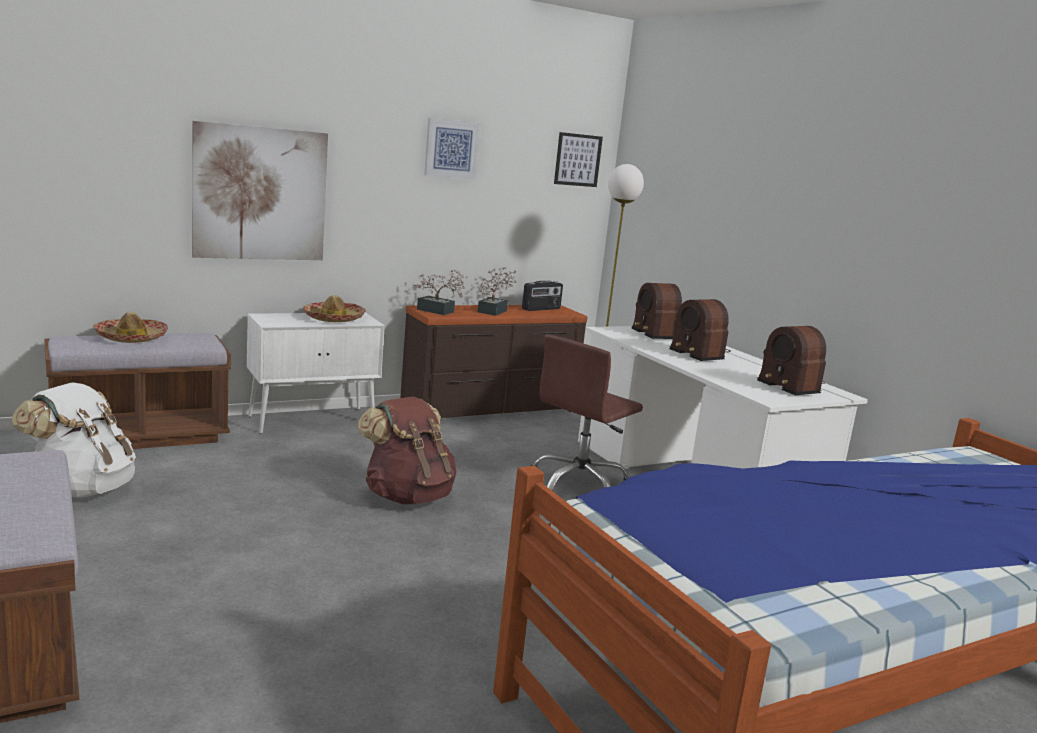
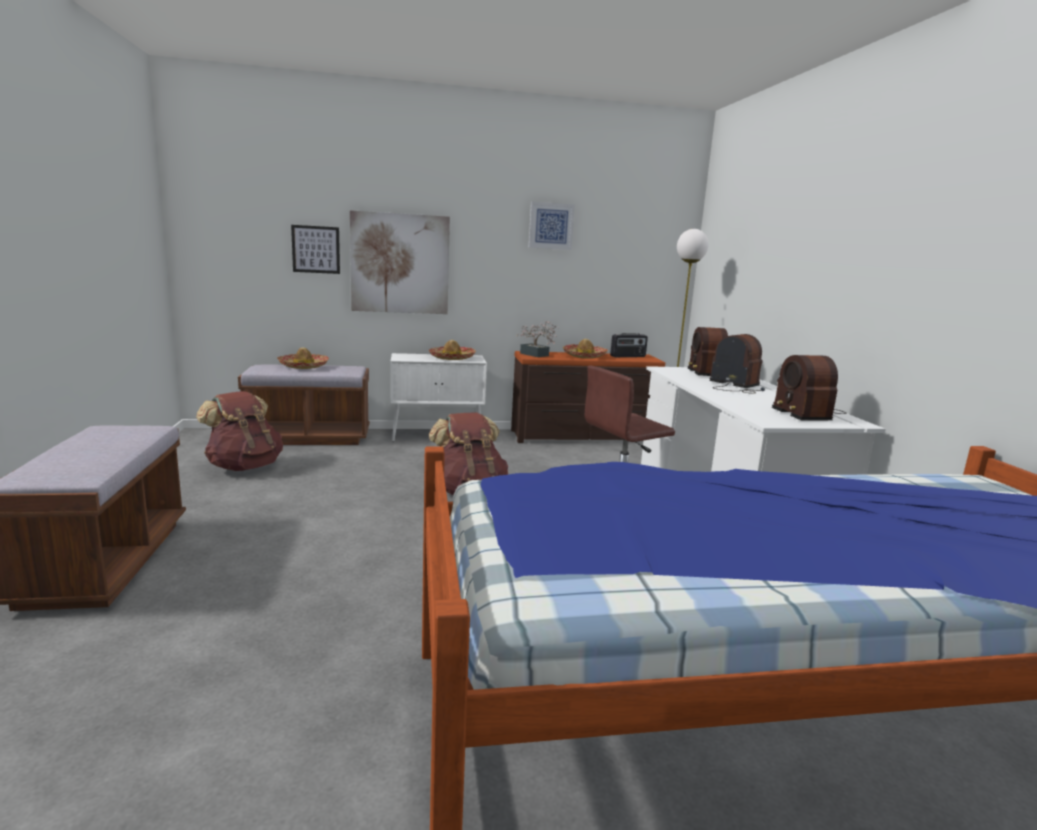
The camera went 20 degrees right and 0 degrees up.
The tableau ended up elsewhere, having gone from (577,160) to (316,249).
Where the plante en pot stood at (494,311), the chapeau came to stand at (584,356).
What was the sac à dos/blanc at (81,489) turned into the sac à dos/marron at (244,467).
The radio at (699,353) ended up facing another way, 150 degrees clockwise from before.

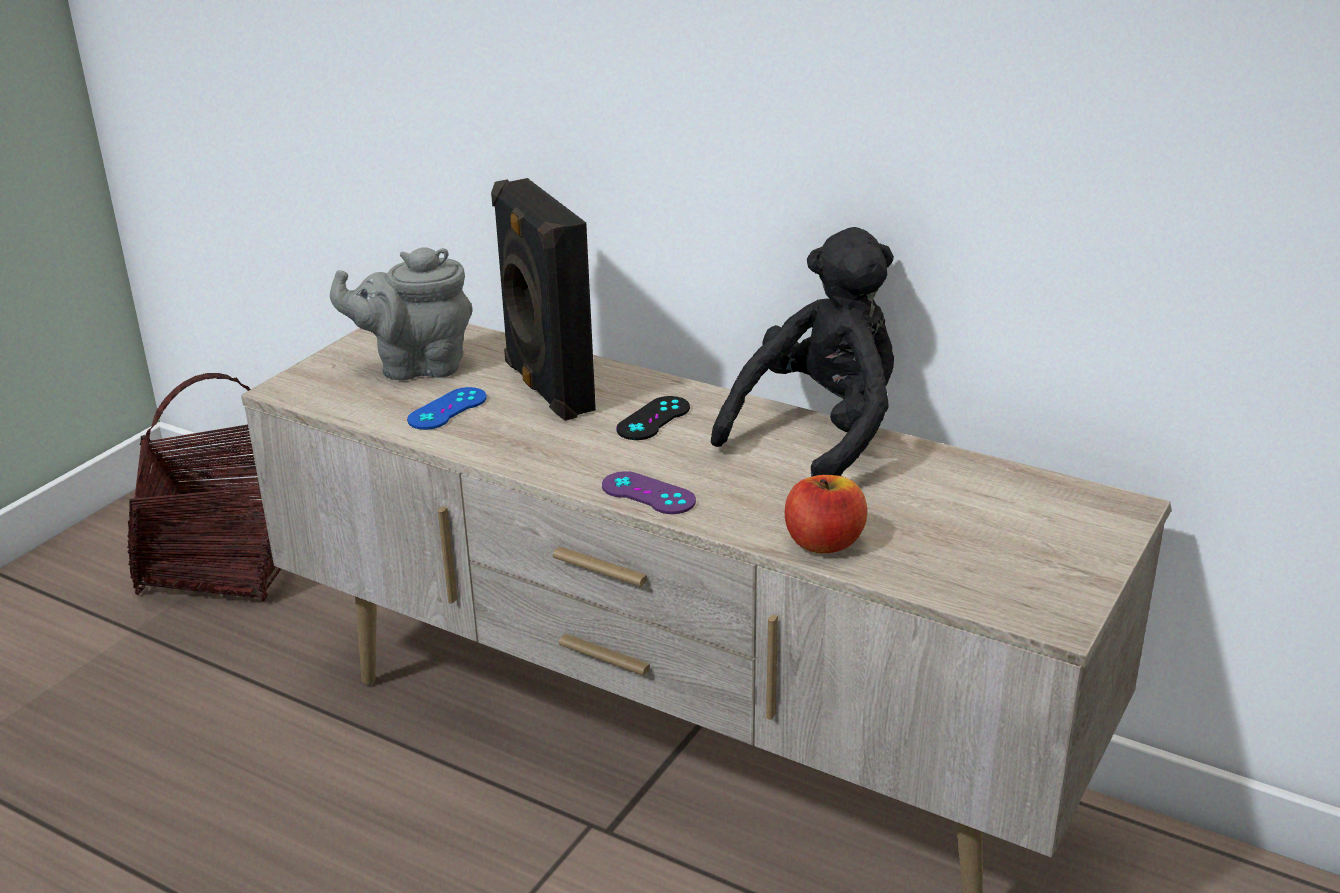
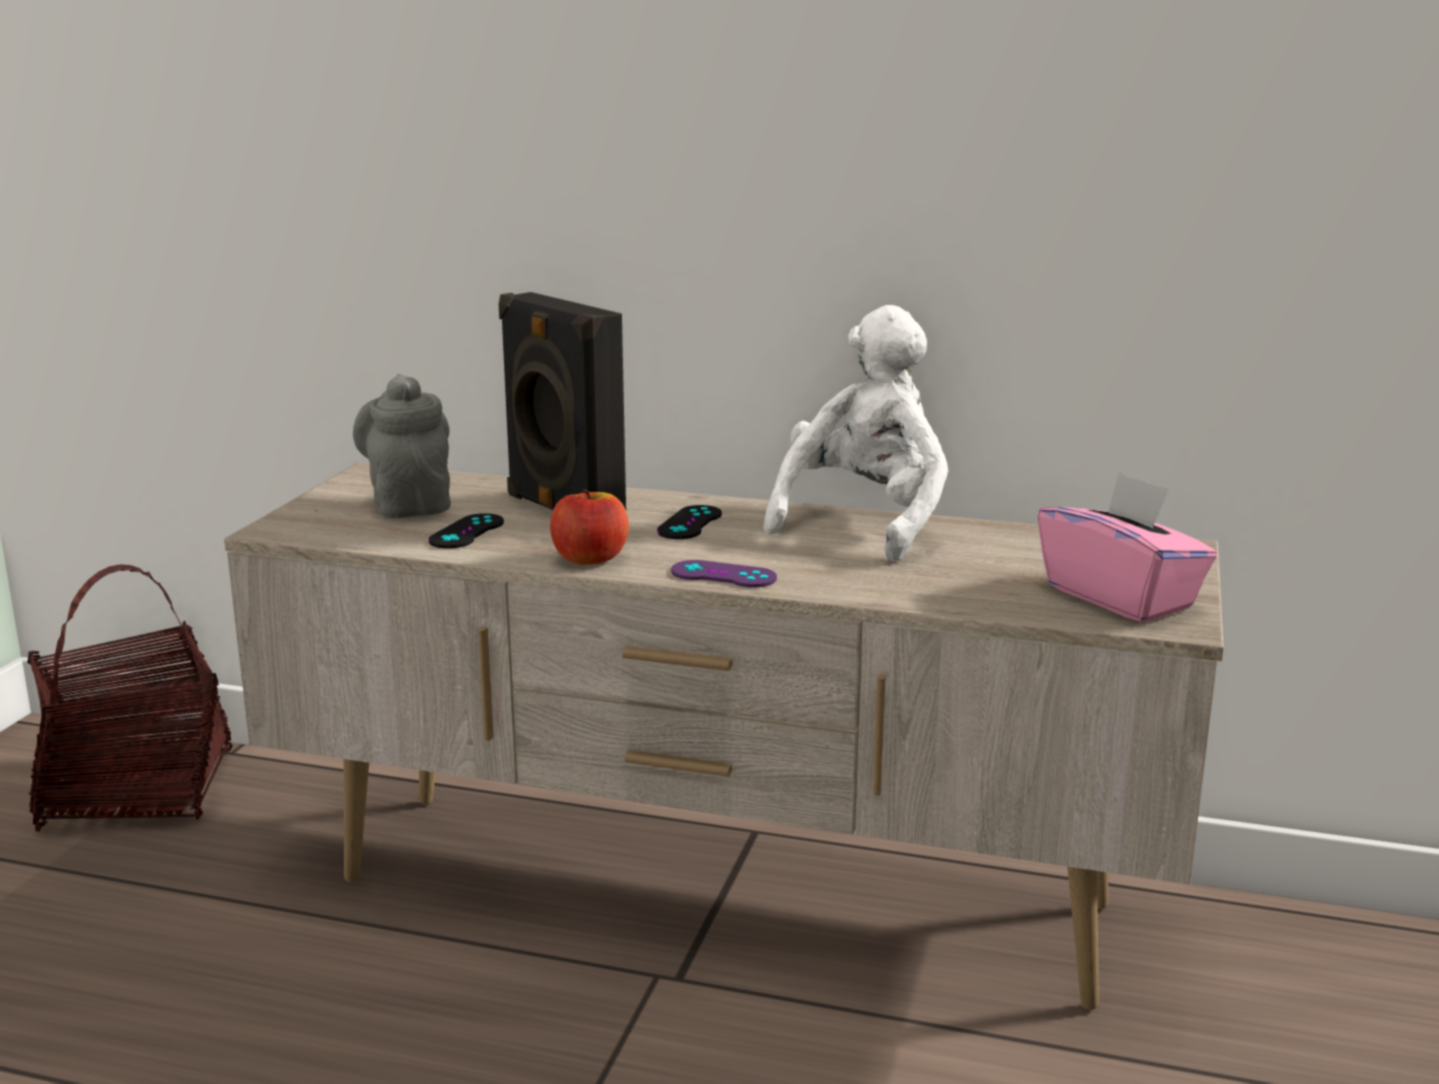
The camera went 15 degrees left and 10 degrees down.
The second view gained the boîte à mouchoirs/rose at (1120,597).
The pomme ended up elsewhere, having gone from (824,542) to (590,559).
What was the manette/bleu at (447,409) turned into the manette/noir at (467,532).
What was the peluche/noir at (820,435) turned into the peluche/blanc at (864,522).
The théière/gris at (416,366) ended up facing another way, 90 degrees clockwise from before.

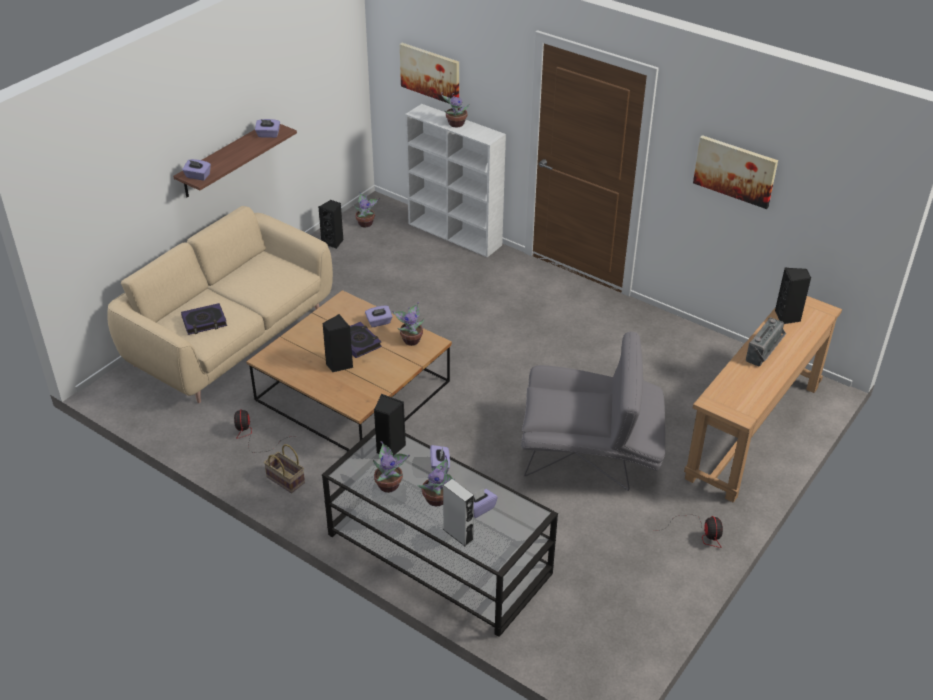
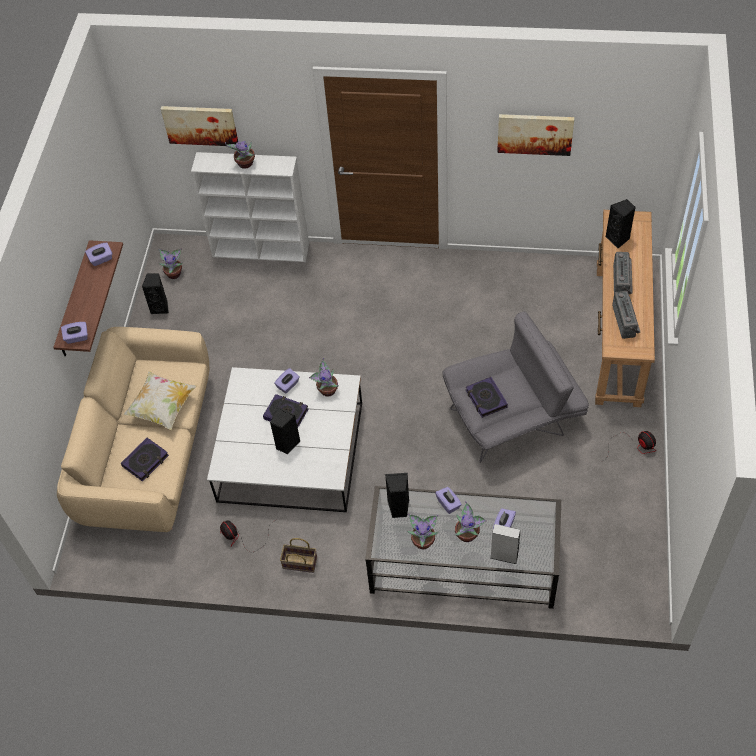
The camera went 25 degrees left and 15 degrees up.
The second view gained the coussin at (162,407).
The second view gained the livre at (486,399).
The second view gained the radio at (626,321).
What was the table basse/marron at (353,390) turned into the table basse/blanc at (291,451).

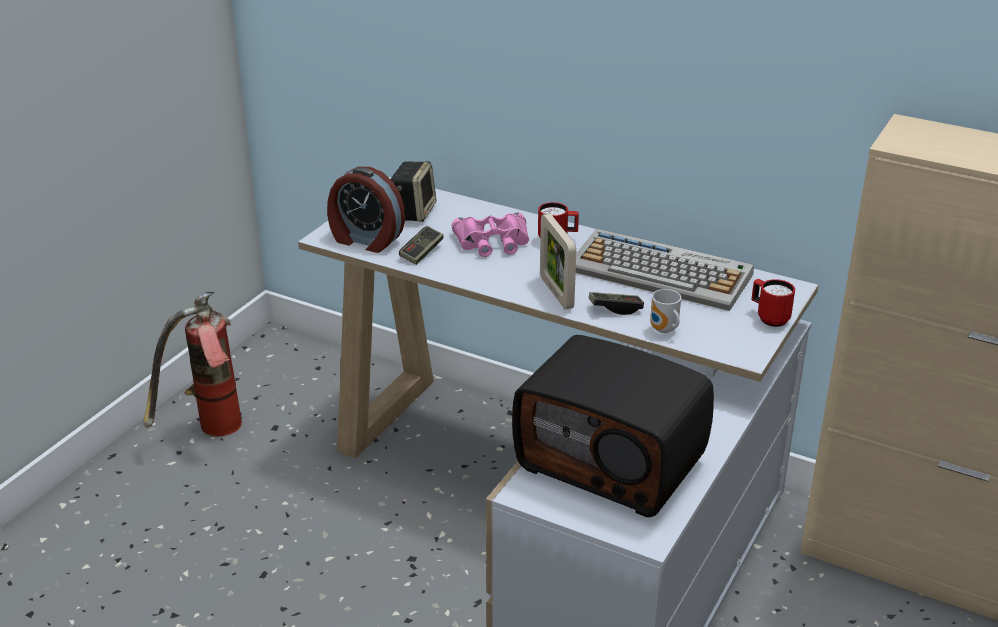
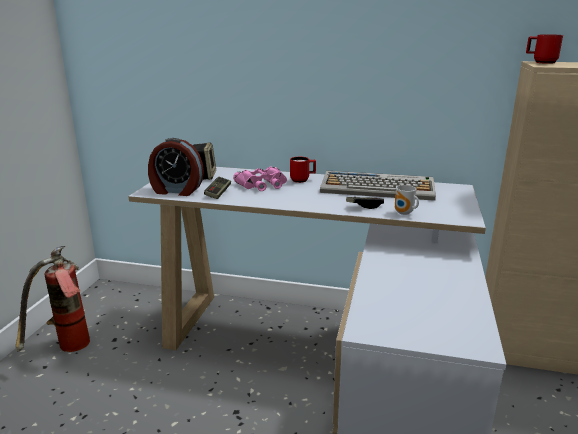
The camera went 15 degrees left and 10 degrees down.
The second view lost the radio at (613,461).
The second view lost the cadre photo at (556,293).
The mug/rouge ended up elsewhere, having gone from (769,317) to (540,62).

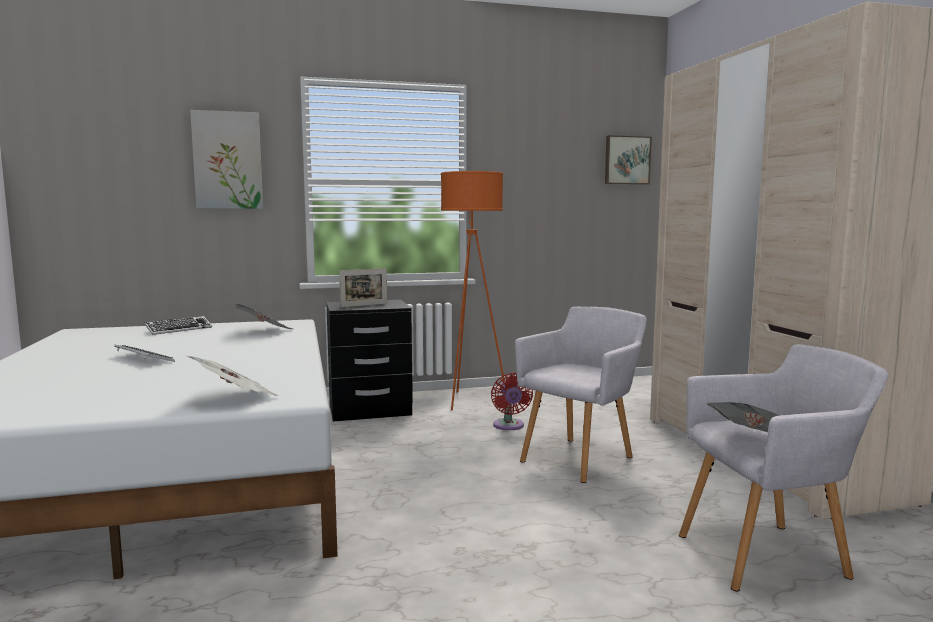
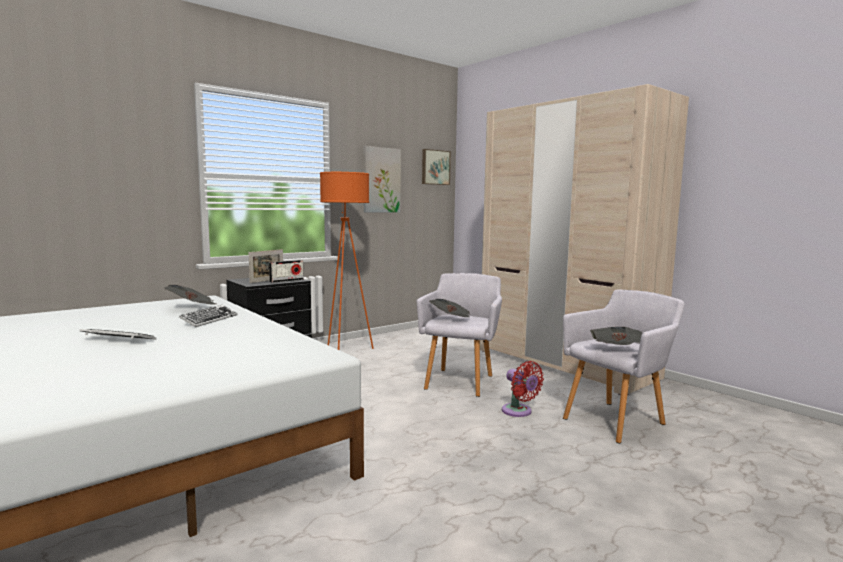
The camera went 25 degrees left and 0 degrees up.
The second view gained the radio at (286,280).
The clavier ended up elsewhere, having gone from (179,329) to (209,319).
The journal ended up elsewhere, having gone from (235,398) to (451,320).
The tableau ended up elsewhere, having gone from (228,160) to (381,180).
The ventilateur/rouge ended up elsewhere, having gone from (509,426) to (519,412).

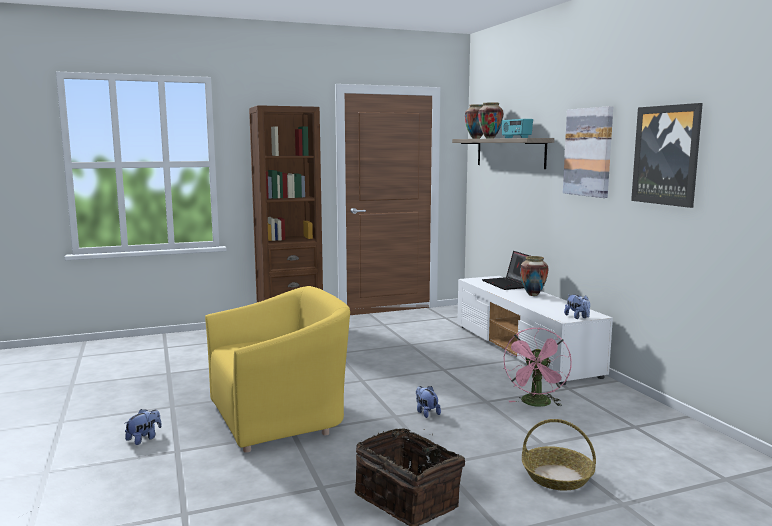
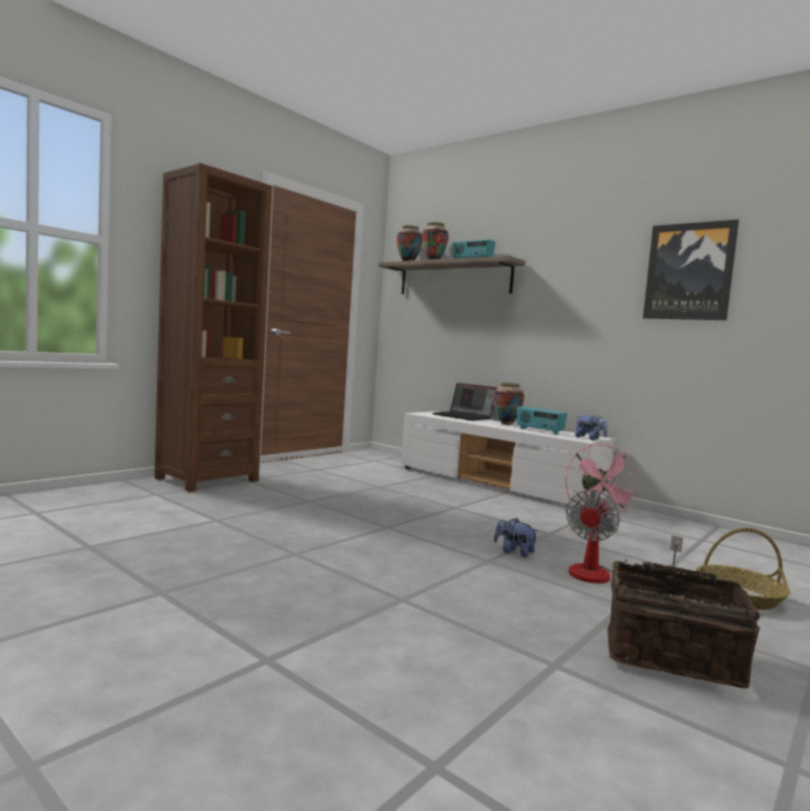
The camera went 30 degrees left and 5 degrees down.
The second view lost the peluche at (144,438).
The second view lost the fauteuil/jaune at (279,416).
The second view lost the tableau at (588,152).
The second view gained the radio at (539,431).
The second view gained the ventilateur at (604,575).

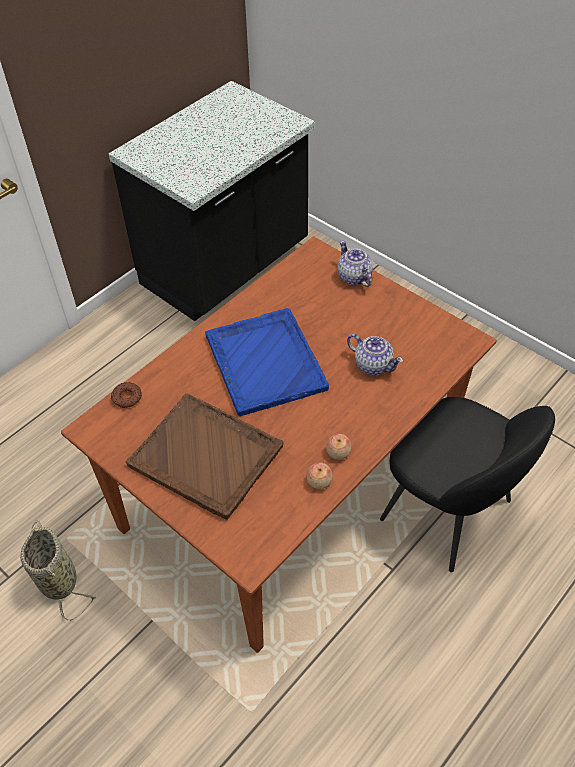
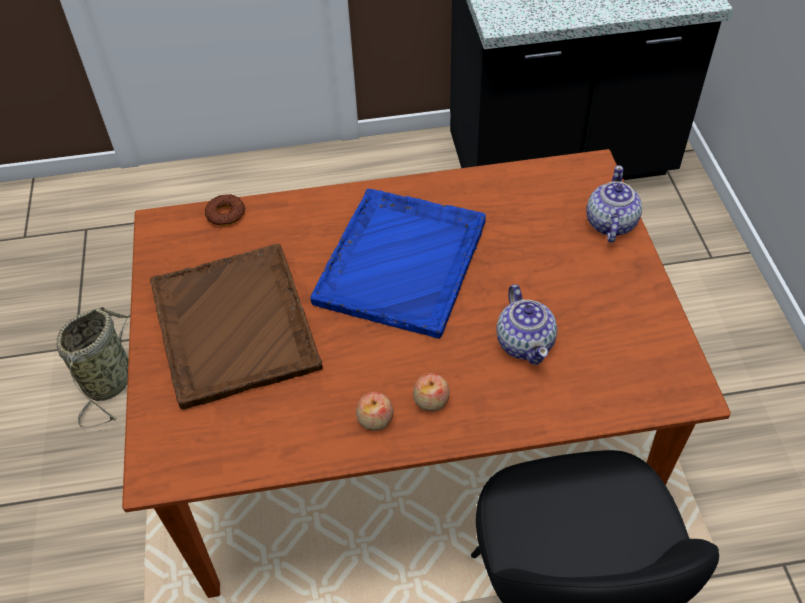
The camera went 40 degrees right and 0 degrees up.
The pomme ended up elsewhere, having gone from (319,481) to (431,401).

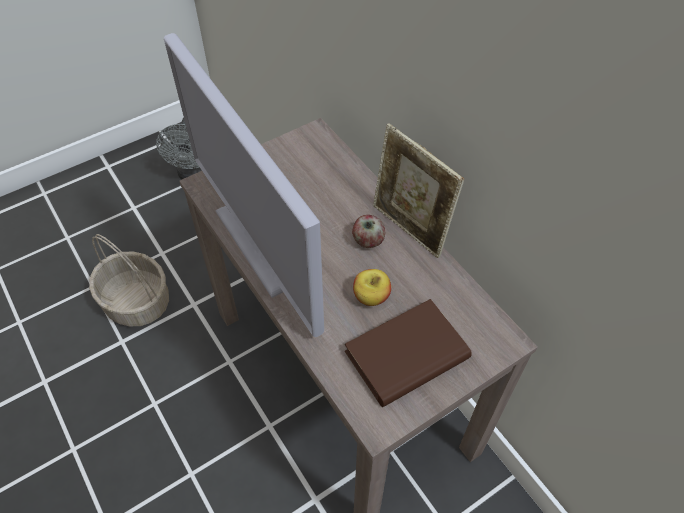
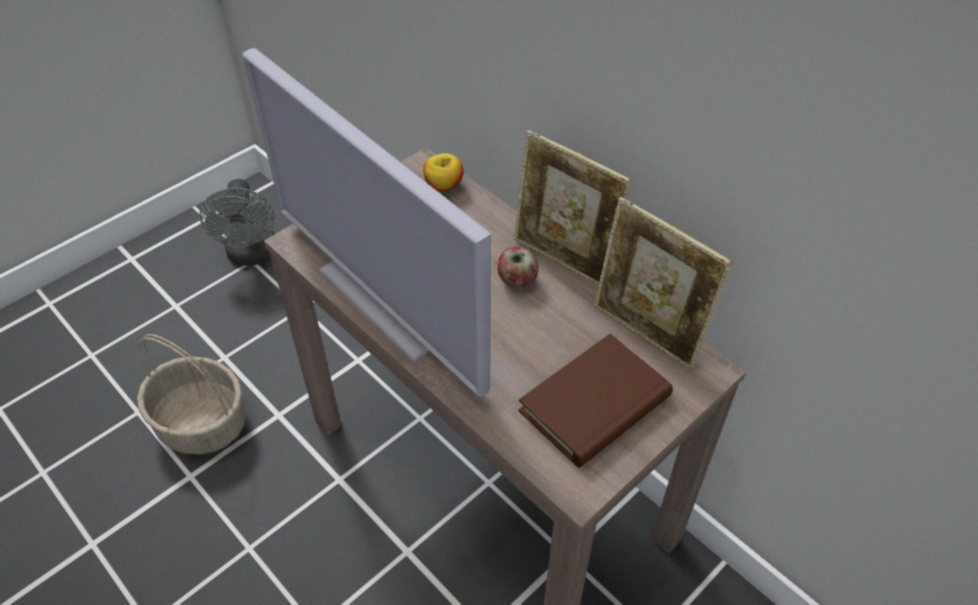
The camera went 10 degrees left and 5 degrees down.
The second view gained the cadre photo at (646,334).
The pomme ended up elsewhere, having gone from (371,297) to (443,185).

